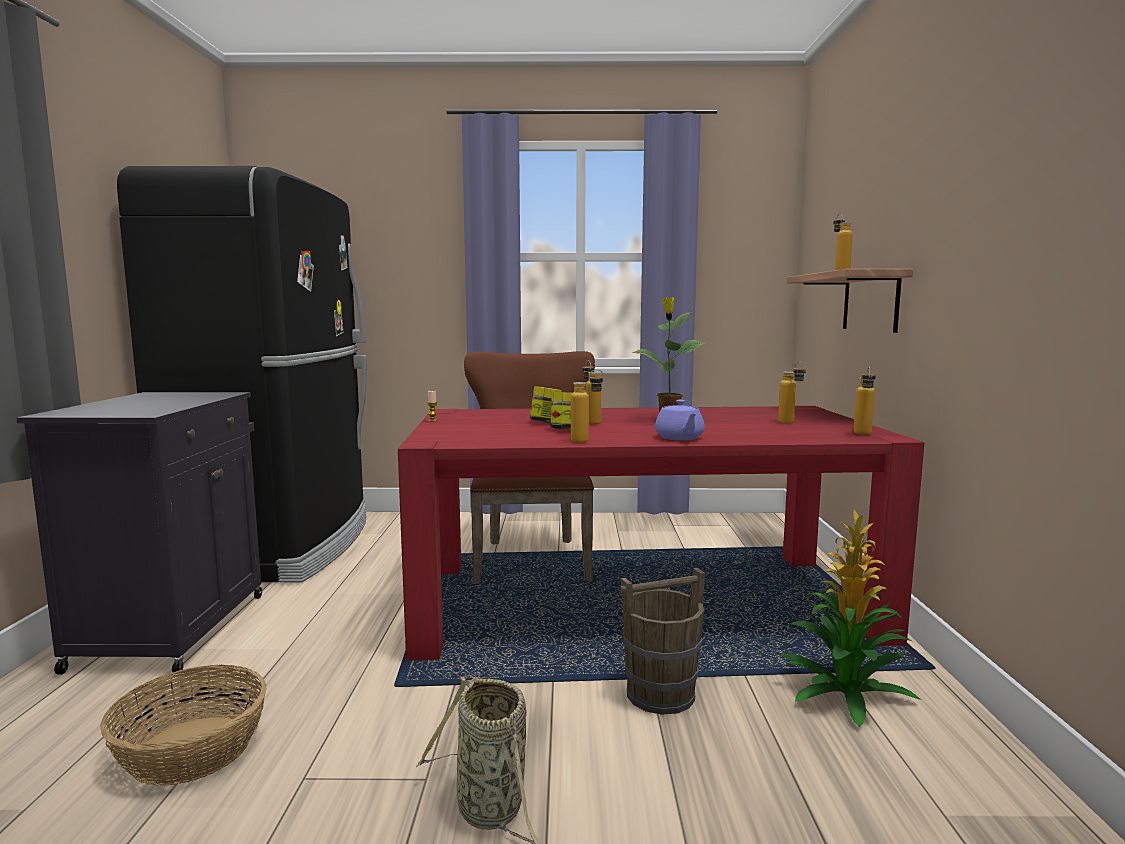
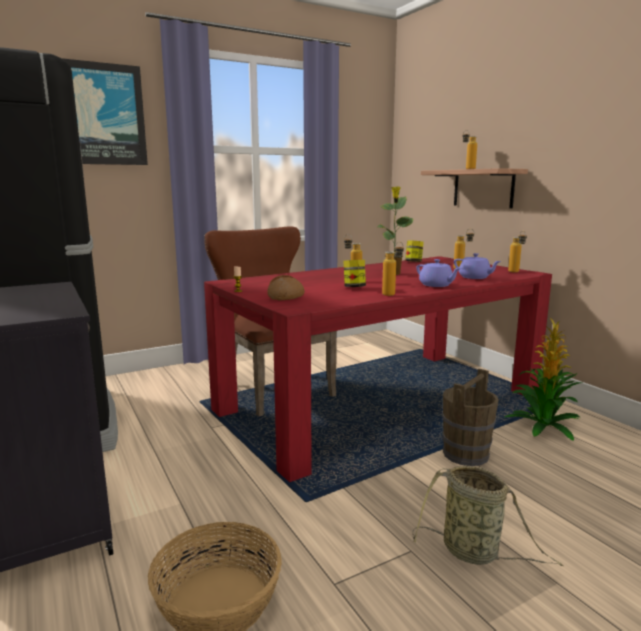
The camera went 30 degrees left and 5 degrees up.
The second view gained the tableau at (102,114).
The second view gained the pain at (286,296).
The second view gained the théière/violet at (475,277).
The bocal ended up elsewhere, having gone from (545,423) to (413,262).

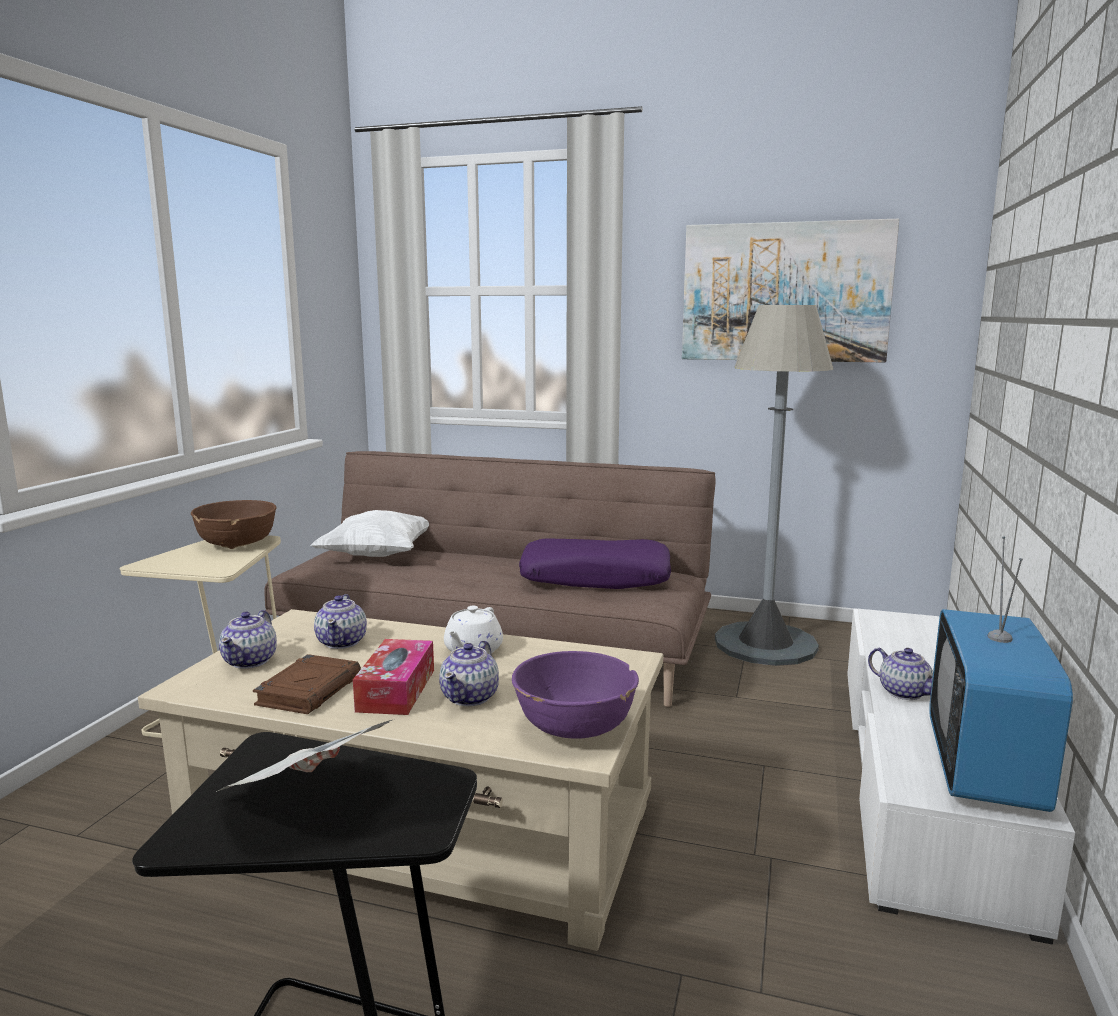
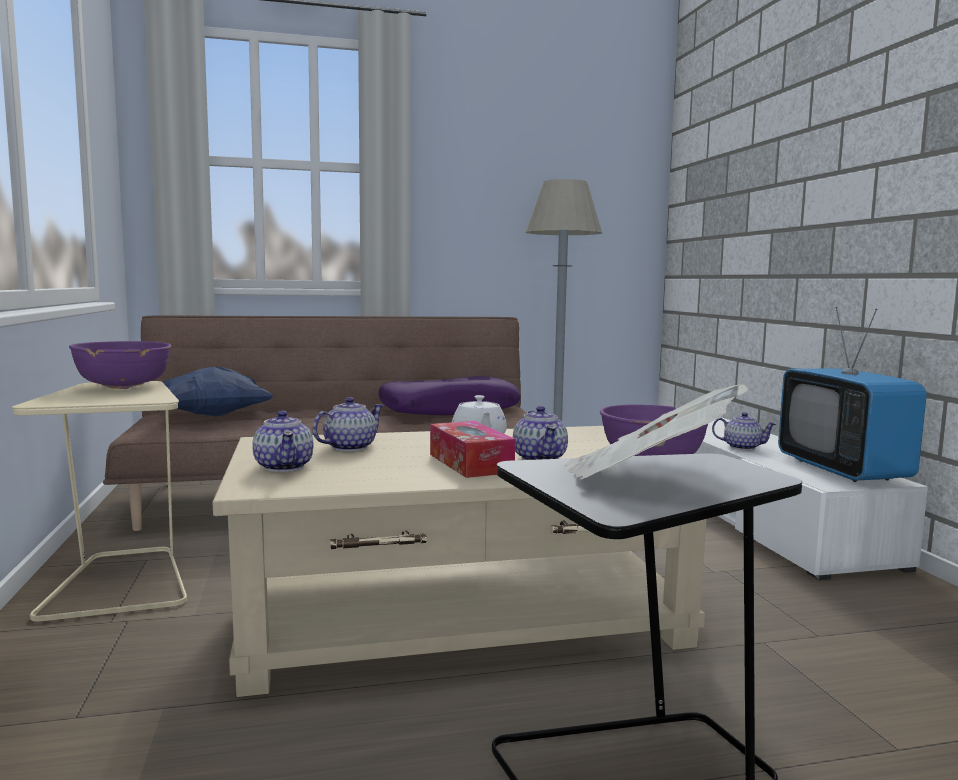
The camera went 30 degrees left and 5 degrees down.
The second view lost the livre/marron at (309,690).
The second view lost the tableau at (784,292).
What was the bol/marron at (237,544) turned into the bol/violet at (124,386).
What was the coussin/blanc at (377,555) turned into the coussin/bleu at (212,415).
The théière at (342,642) ended up facing another way, 105 degrees counterclockwise from before.

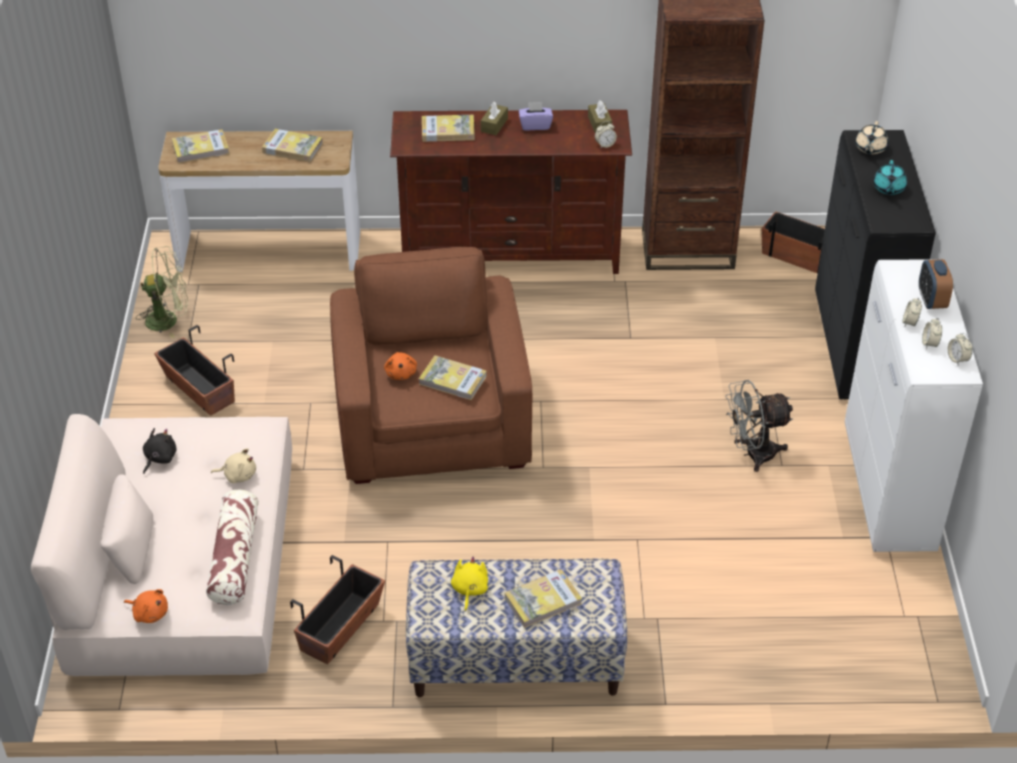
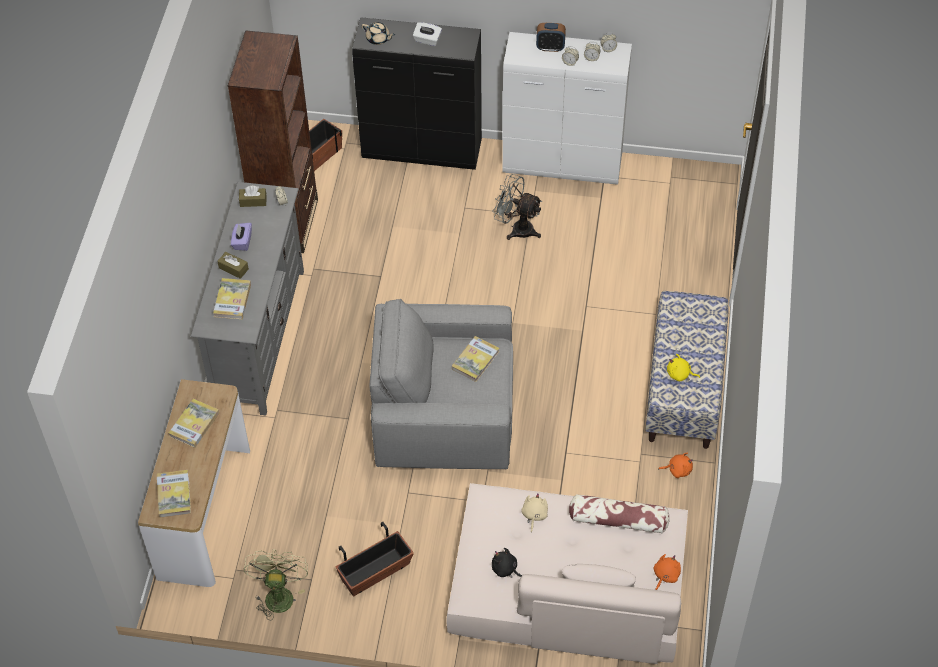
The camera went 80 degrees left and 10 degrees up.
The second view lost the cache-pot at (341,628).
The second view lost the livre at (543,601).
The peluche/orange ended up elsewhere, having gone from (401,373) to (678,470).
Where the théière/turquoise stood at (888,188), the boîte à mouchoirs/blanc came to stand at (427,40).
What was the fauteuil/marron at (432,420) turned into the fauteuil/gris at (445,412).
What was the meuble télé/marron at (511,254) turned into the meuble télé/gris at (259,337).
The ventilateur/gris at (752,454) ended up facing another way, 120 degrees clockwise from before.

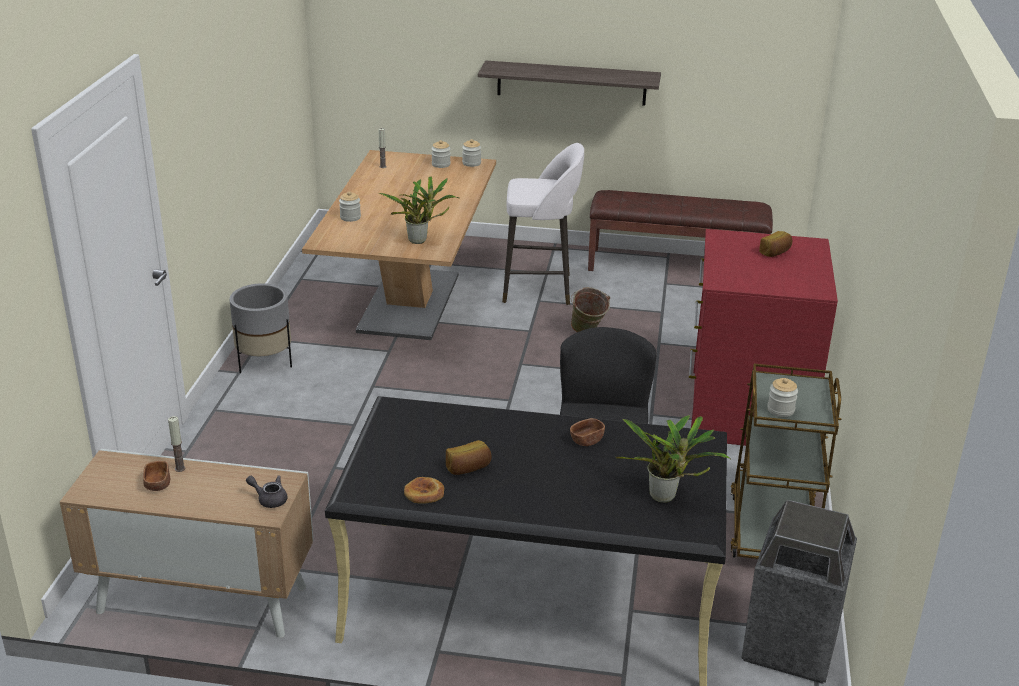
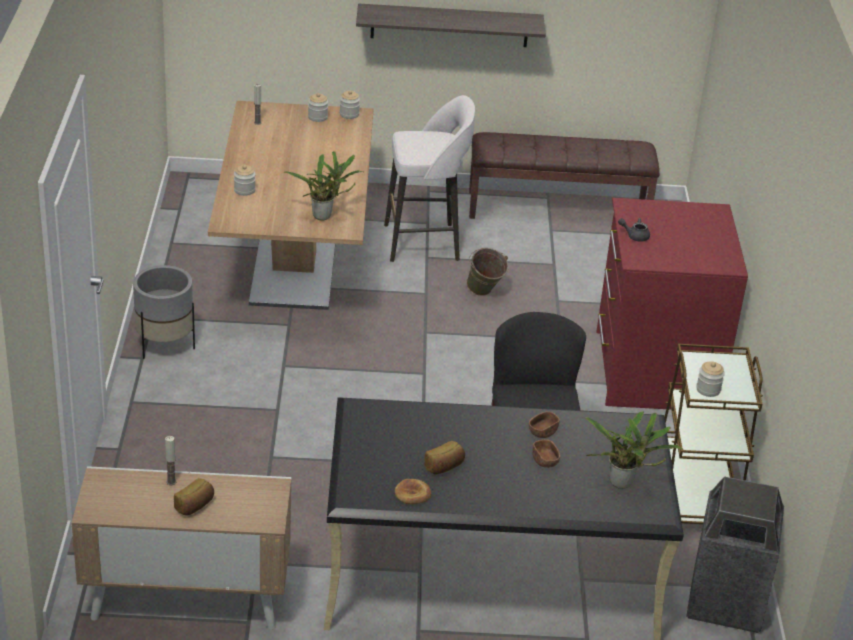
The camera went 10 degrees left and 5 degrees up.
The bol/marron ended up elsewhere, having gone from (157,484) to (545,461).
The théière/gris ended up elsewhere, having gone from (269,499) to (634,236).
The pain ended up elsewhere, having gone from (775,252) to (195,506).

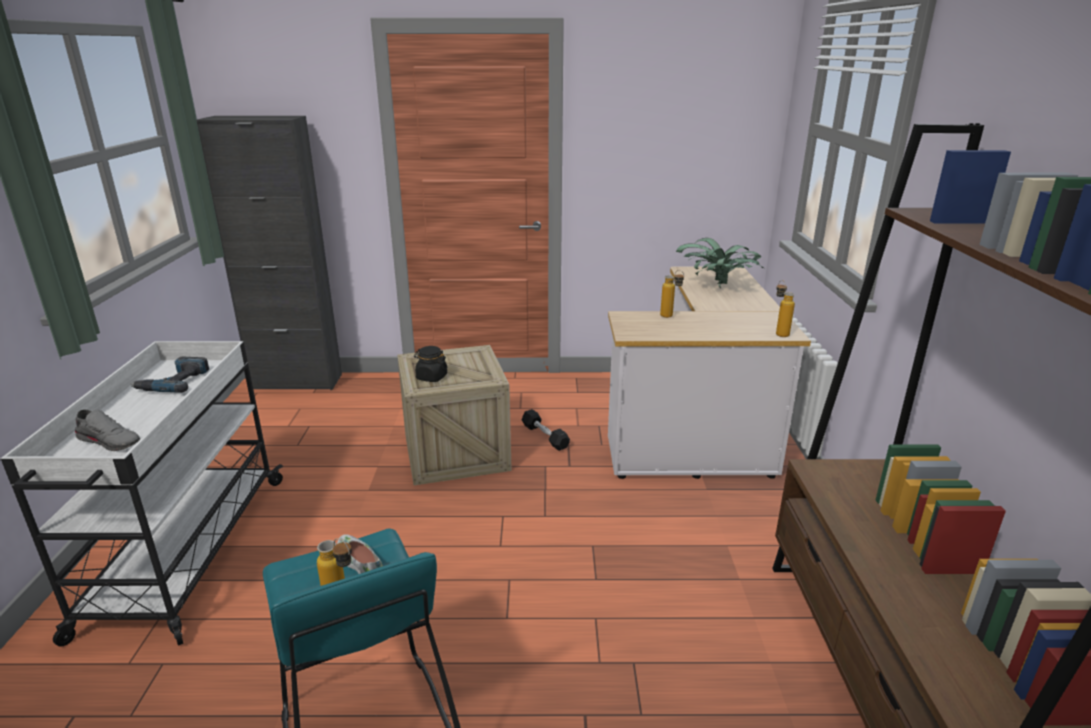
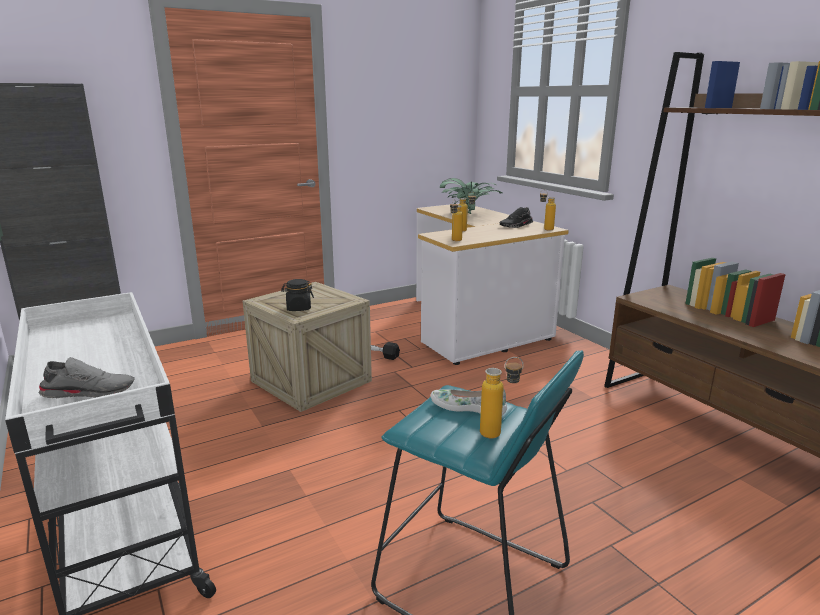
The camera went 30 degrees left and 5 degrees down.
The second view lost the perceuse at (174,382).
The second view gained the bouteille at (455,241).
The second view gained the chaussure/noir at (516,226).

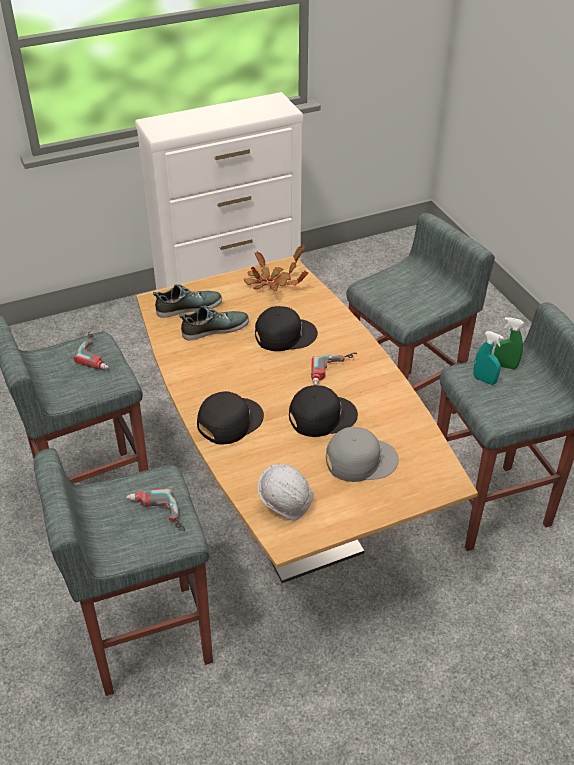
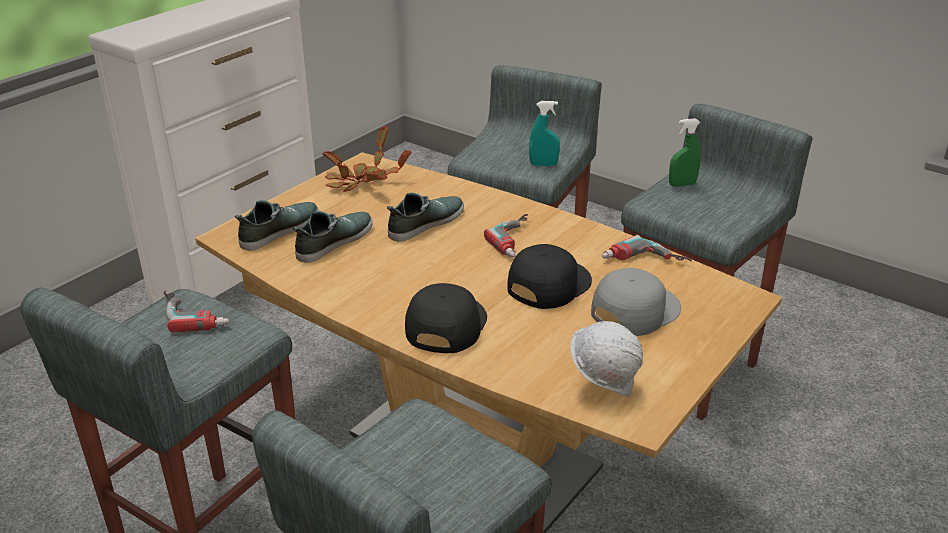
The camera went 30 degrees left and 10 degrees down.
The perceuse ended up elsewhere, having gone from (155,516) to (644,262).
The vaporisateur/turquoise ended up elsewhere, having gone from (484,380) to (543,164).
Where the casquette/noir stood at (285,334), the chaussure came to stand at (425,223).

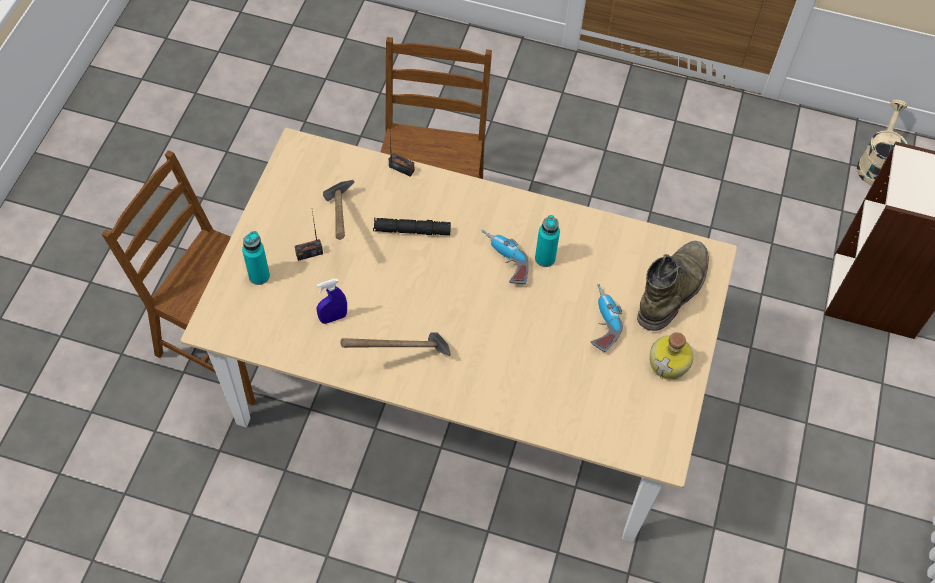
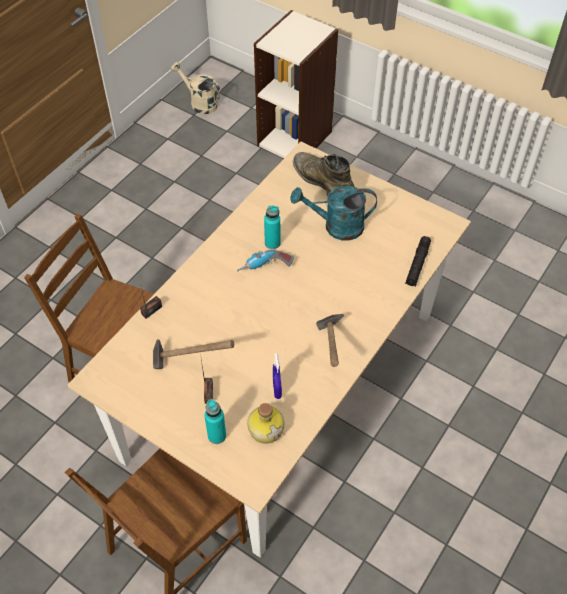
The camera went 70 degrees left and 5 degrees down.
The lampe de poche/noir ended up elsewhere, having gone from (412,230) to (417,265).
The bouteille ended up elsewhere, having gone from (669,363) to (266,429).
Where the perceuse stood at (601,322), the arrosoir/turquoise came to stand at (336,226).

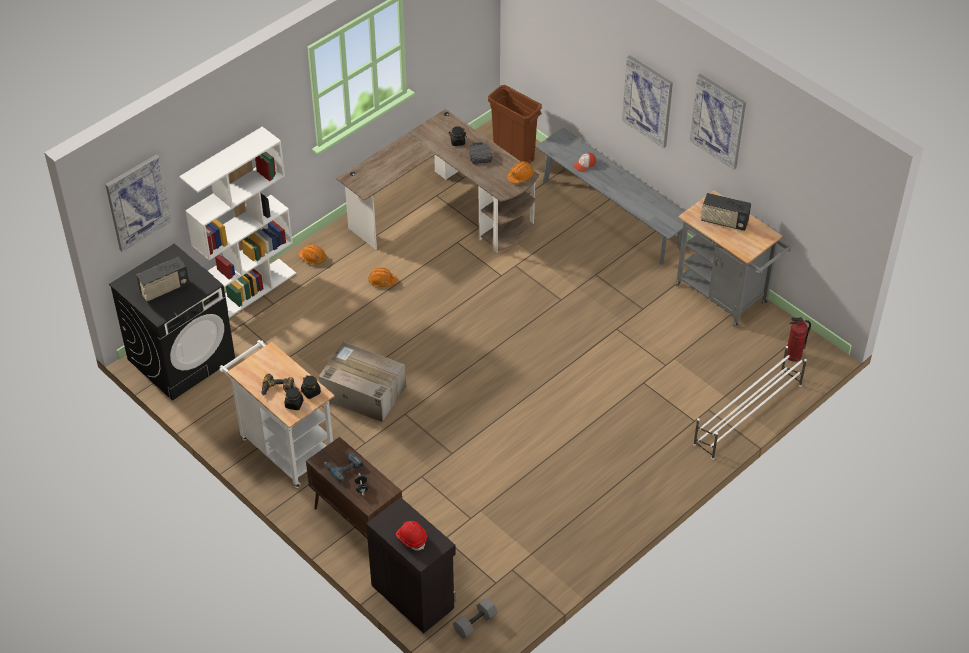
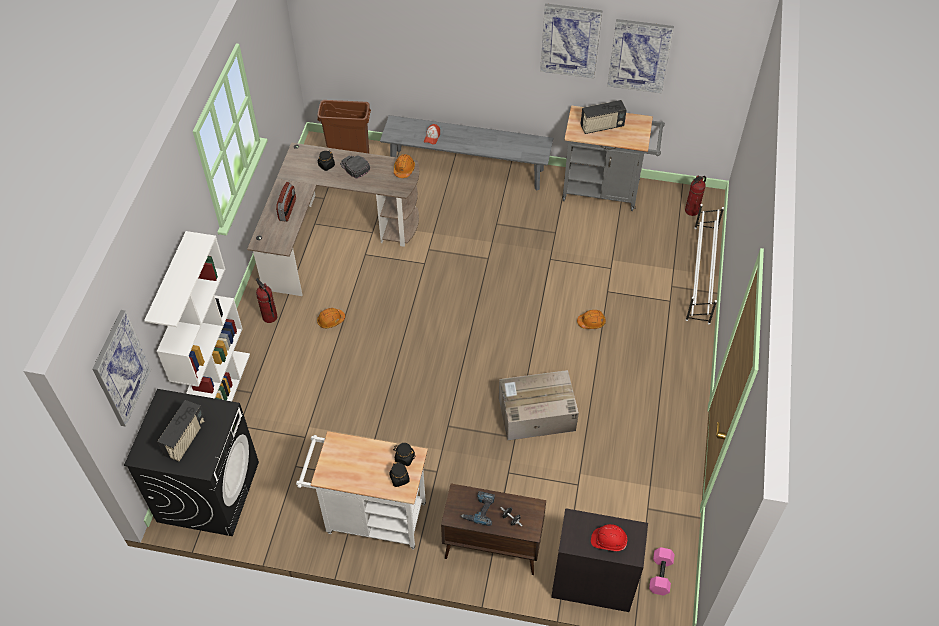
The camera went 35 degrees left and 5 degrees up.
The second view lost the perceuse at (277,389).
The second view gained the extincteur at (269,317).
The second view gained the radio at (288,210).
The casque de chantier/orange ended up elsewhere, having gone from (312,258) to (591,322).
The carton ended up elsewhere, having gone from (362,392) to (535,414).
The tableau ended up elsewhere, having gone from (648,101) to (639,55).
What was the haltère/gris at (475,622) turned into the haltère/rose at (660,574).

